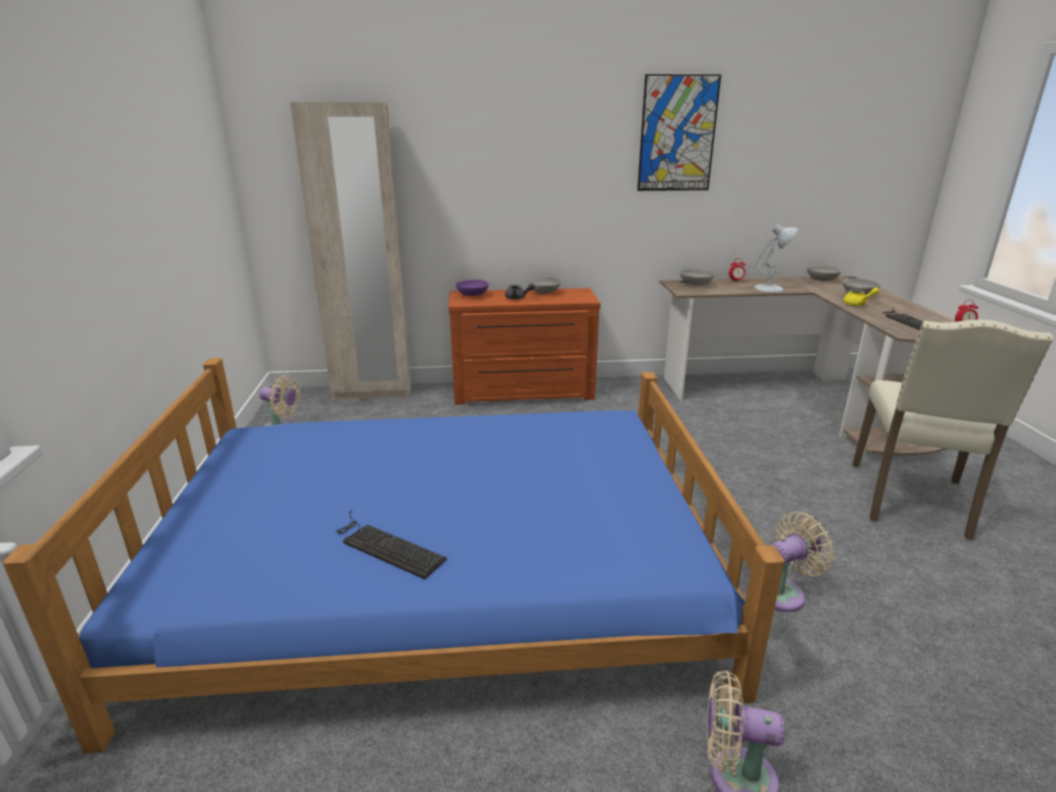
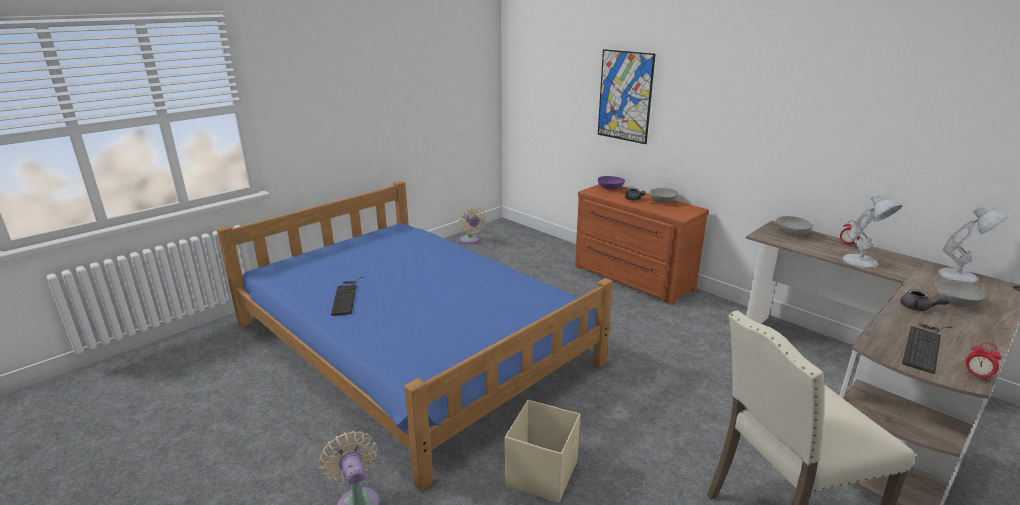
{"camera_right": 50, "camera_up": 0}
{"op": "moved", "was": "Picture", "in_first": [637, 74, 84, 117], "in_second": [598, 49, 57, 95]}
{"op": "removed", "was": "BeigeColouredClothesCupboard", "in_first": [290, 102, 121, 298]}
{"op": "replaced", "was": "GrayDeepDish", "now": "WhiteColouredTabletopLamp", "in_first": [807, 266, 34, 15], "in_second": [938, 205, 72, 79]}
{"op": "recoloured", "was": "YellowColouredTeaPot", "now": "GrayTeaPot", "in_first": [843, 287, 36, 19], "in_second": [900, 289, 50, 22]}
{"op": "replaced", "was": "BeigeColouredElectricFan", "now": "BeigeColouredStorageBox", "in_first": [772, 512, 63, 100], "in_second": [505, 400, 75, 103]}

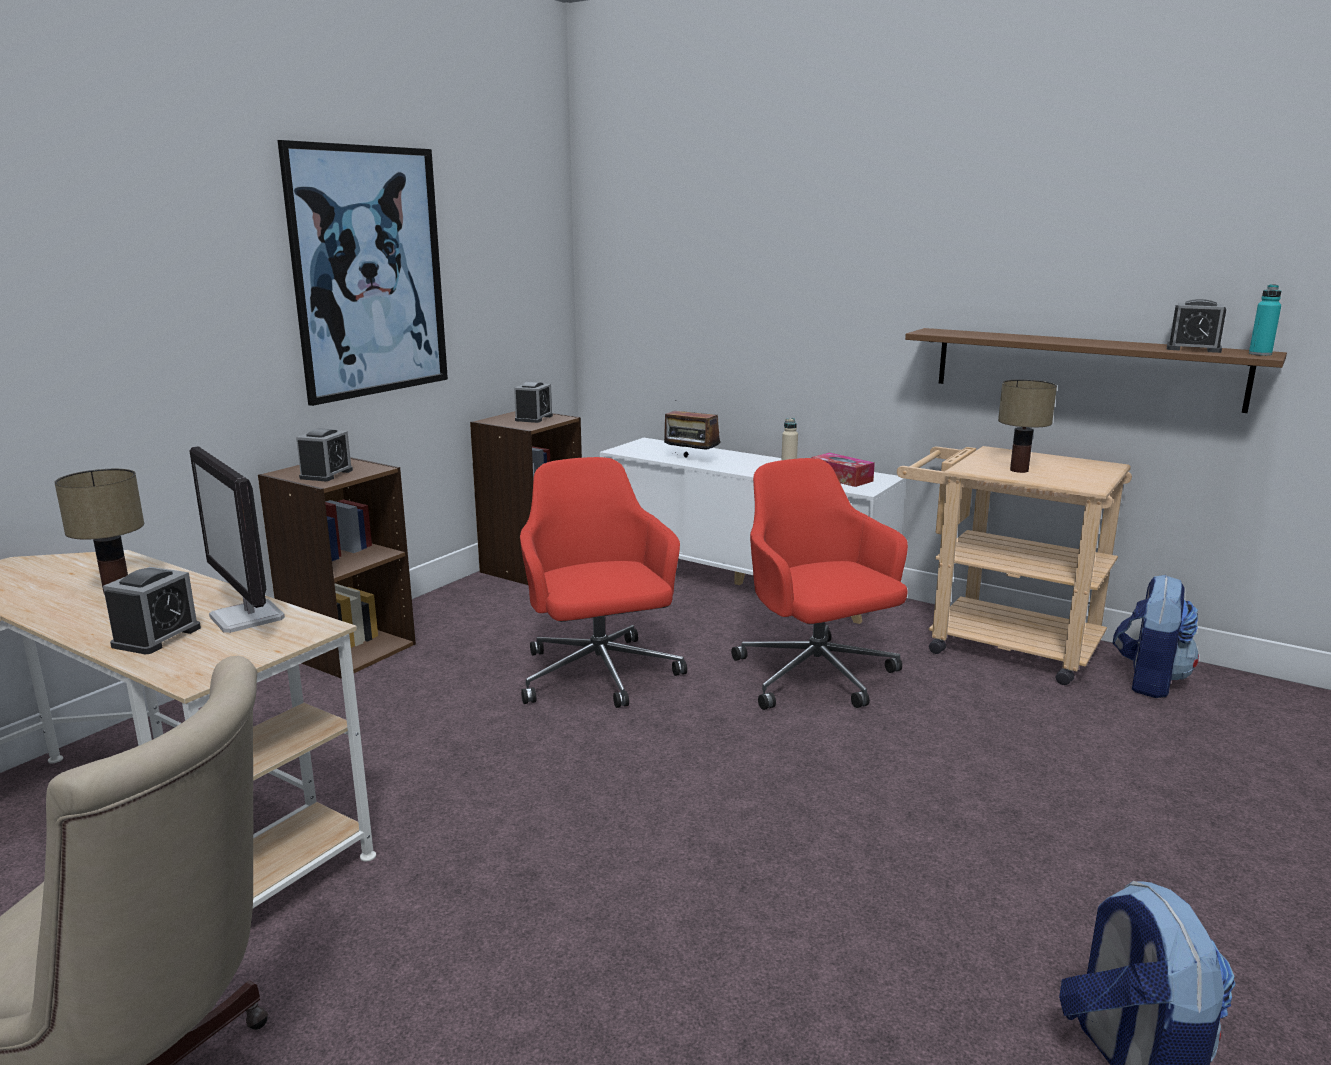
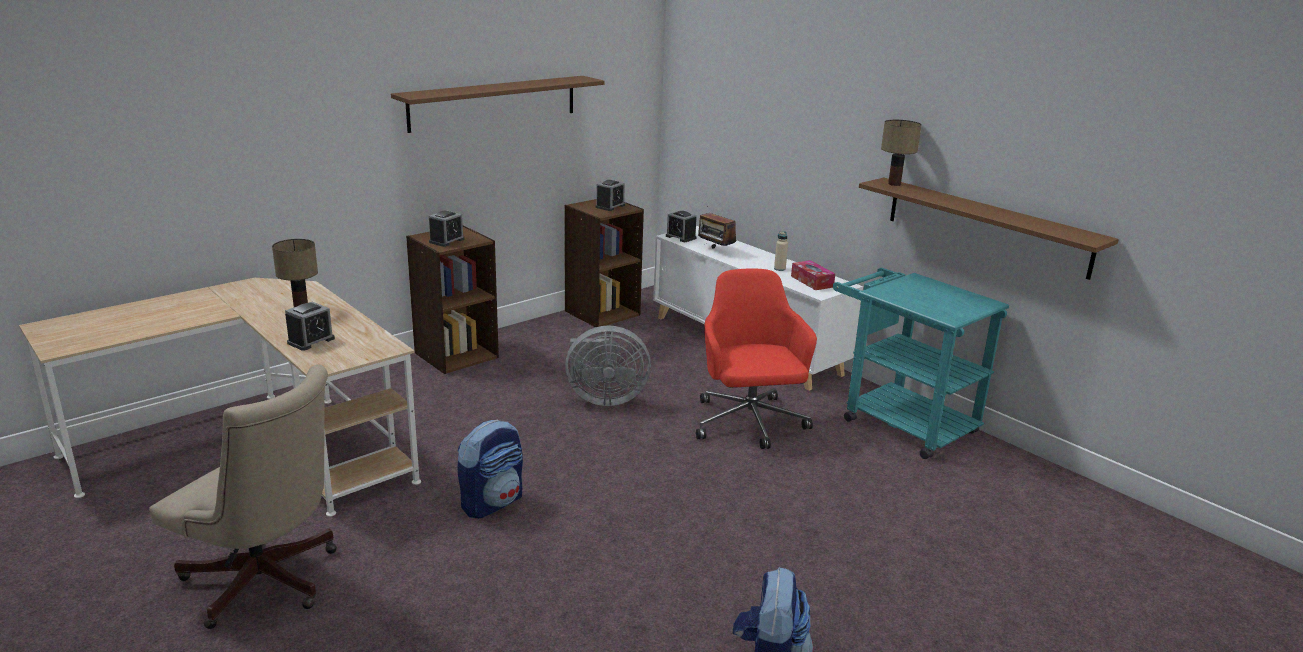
{"camera_right": 15, "camera_up": 5}
{"op": "replaced", "was": "Picture", "now": "BrownColouredBracketShelf", "in_first": [277, 140, 171, 266], "in_second": [391, 76, 214, 57]}
{"op": "removed", "was": "TurquoiseBeverageBottle", "in_first": [1249, 284, 32, 72]}
{"op": "moved", "was": "BedsideClock", "in_first": [1167, 299, 59, 54], "in_second": [666, 211, 31, 31]}
{"op": "moved", "was": "TabletopLamp", "in_first": [998, 380, 59, 93], "in_second": [881, 120, 41, 66]}
{"op": "removed", "was": "Monitor", "in_first": [189, 446, 96, 187]}
{"op": "recoloured", "was": "BeigeColouredCart", "now": "TurquoiseCart", "in_first": [897, 446, 235, 239], "in_second": [833, 268, 176, 191]}
{"op": "replaced", "was": "RedDeskChair", "now": "GrayElectricFan", "in_first": [520, 457, 167, 251], "in_second": [565, 325, 86, 81]}
{"op": "moved", "was": "Backpack", "in_first": [1112, 574, 87, 124], "in_second": [457, 420, 66, 98]}

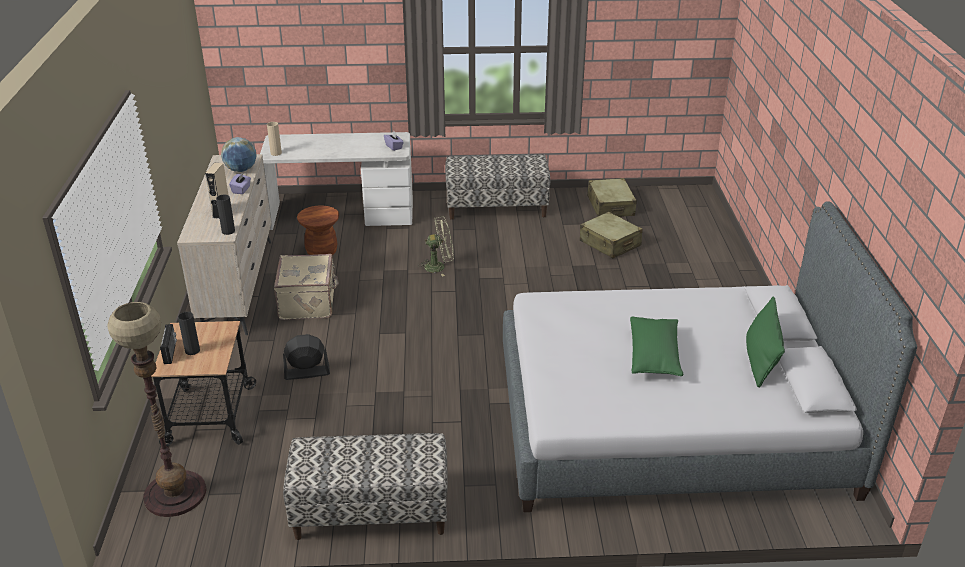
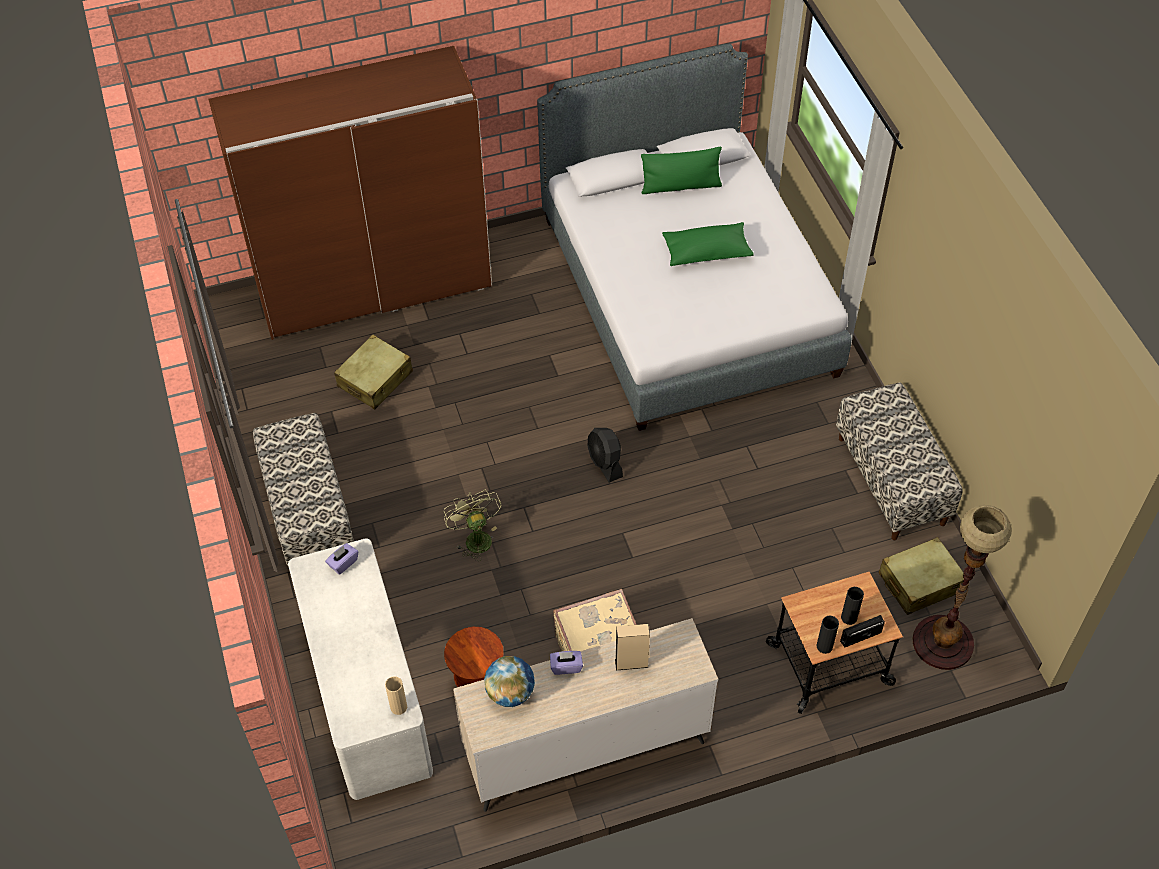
{"camera_right": -105, "camera_up": 20}
{"op": "moved", "was": "BeigeColouredSuitcase", "in_first": [587, 178, 50, 39], "in_second": [878, 537, 86, 78]}
{"op": "moved", "was": "BlackColouredFlowerVase", "in_first": [216, 195, 19, 40], "in_second": [817, 616, 22, 38]}
{"op": "moved", "was": "BlackColouredElectricFan", "in_first": [283, 334, 47, 46], "in_second": [588, 428, 35, 54]}
{"op": "added", "now": "BrownColouredClothesCupboard", "in_second": [208, 46, 284, 294]}

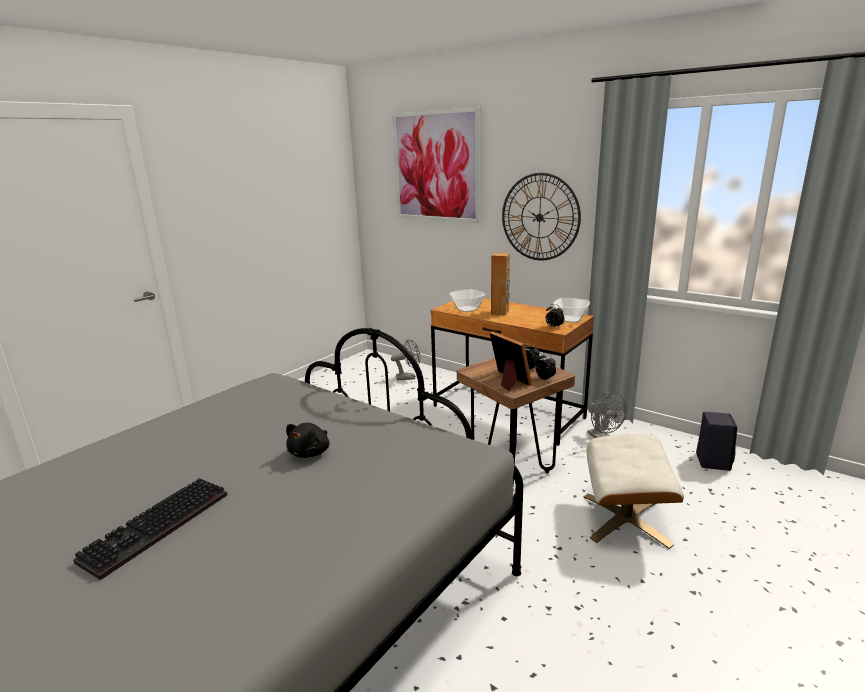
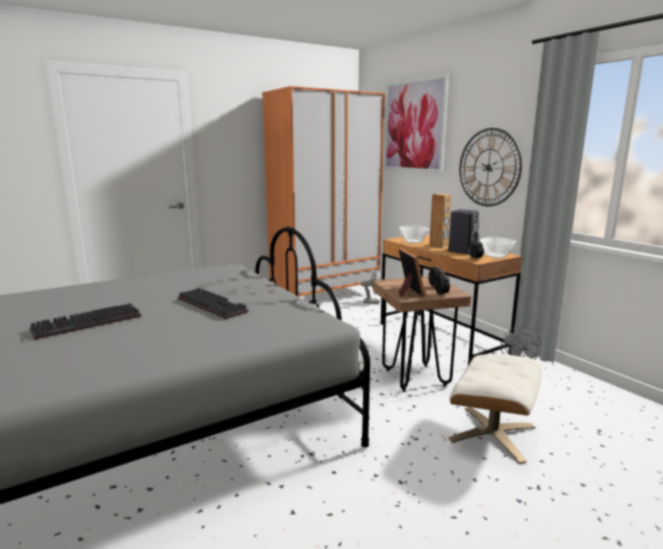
{"camera_right": 20, "camera_up": -5}
{"op": "moved", "was": "BlackColouredLoudspeaker", "in_first": [696, 412, 41, 59], "in_second": [448, 209, 31, 45]}
{"op": "replaced", "was": "BlackColouredCuddlyToy", "now": "ComputerKeyboard", "in_first": [286, 423, 44, 35], "in_second": [178, 288, 71, 31]}
{"op": "added", "now": "OrangeClothesCupboard", "in_second": [262, 86, 123, 212]}

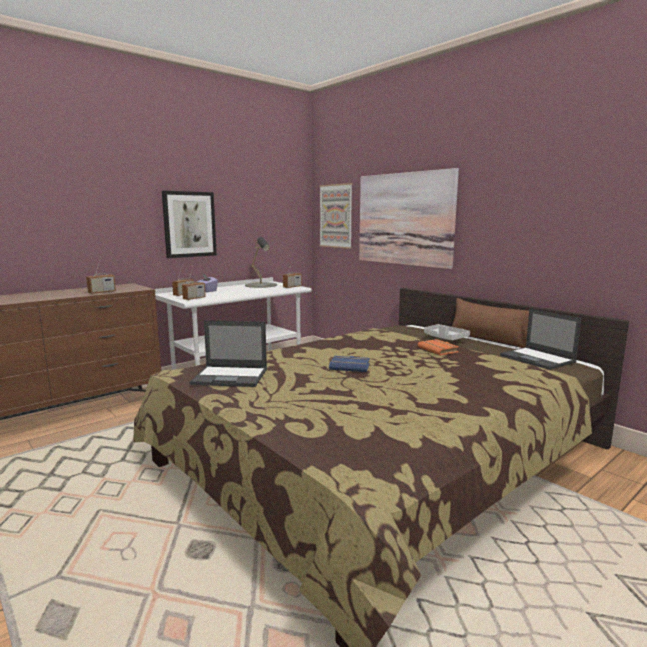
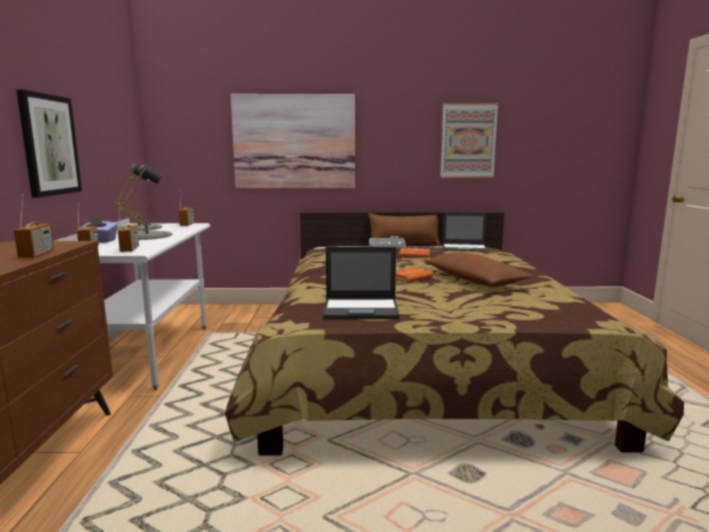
{"camera_right": -50, "camera_up": 0}
{"op": "moved", "was": "Picture", "in_first": [319, 183, 34, 66], "in_second": [440, 103, 58, 75]}
{"op": "turned", "was": "PortableComputer", "in_first": [190, 320, 77, 67], "in_second": [323, 247, 77, 72], "clockwise": 45}
{"op": "recoloured", "was": "BlueColouredBoundBook", "now": "OrangeBoundBook", "in_first": [329, 356, 41, 16], "in_second": [396, 267, 37, 16]}
{"op": "added", "now": "GrayTabletopLamp", "in_second": [120, 165, 52, 75]}
{"op": "added", "now": "BrownColouredThrowPillow", "in_second": [424, 252, 109, 35]}

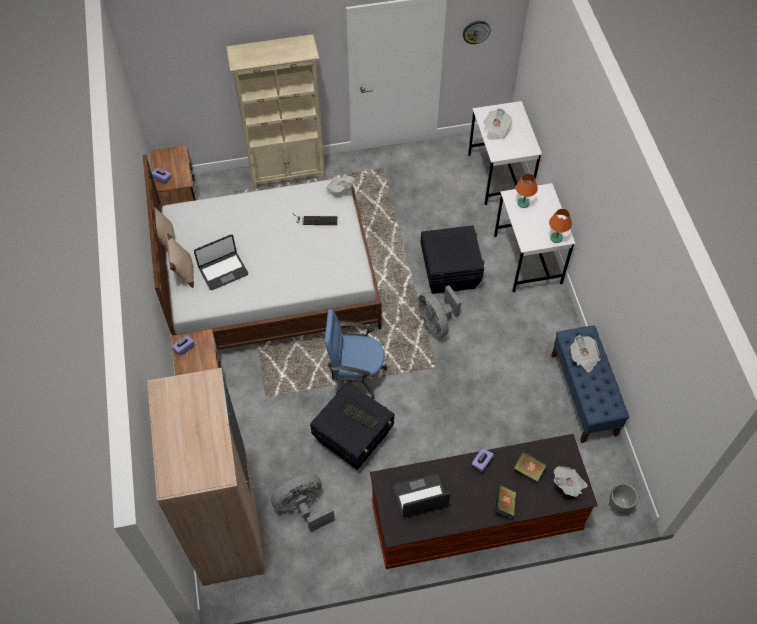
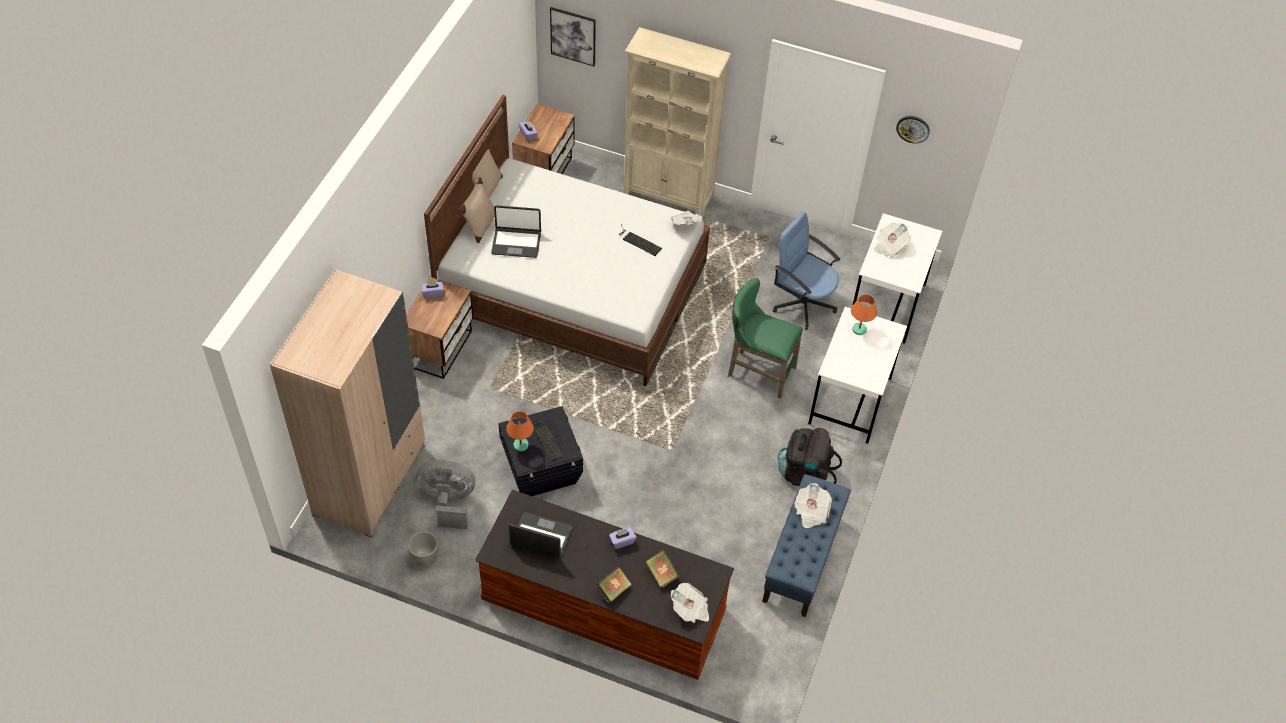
{"camera_right": 30, "camera_up": -5}
{"op": "moved", "was": "OrangeTabletopLamp", "in_first": [549, 209, 23, 34], "in_second": [506, 411, 28, 40]}
{"op": "replaced", "was": "BlackColouredStorageBox", "now": "GreenStool", "in_first": [421, 226, 64, 68], "in_second": [728, 278, 75, 121]}
{"op": "removed", "was": "GrayElectricFan", "in_first": [418, 285, 43, 53]}
{"op": "moved", "was": "BlueColouredDeskChair", "in_first": [325, 309, 62, 90], "in_second": [773, 211, 67, 119]}
{"op": "moved", "was": "PlantPot", "in_first": [609, 483, 29, 31], "in_second": [408, 531, 31, 36]}
{"op": "added", "now": "Picture", "in_second": [550, 7, 46, 59]}
{"op": "added", "now": "BlackColouredBackpack", "in_second": [778, 428, 64, 58]}

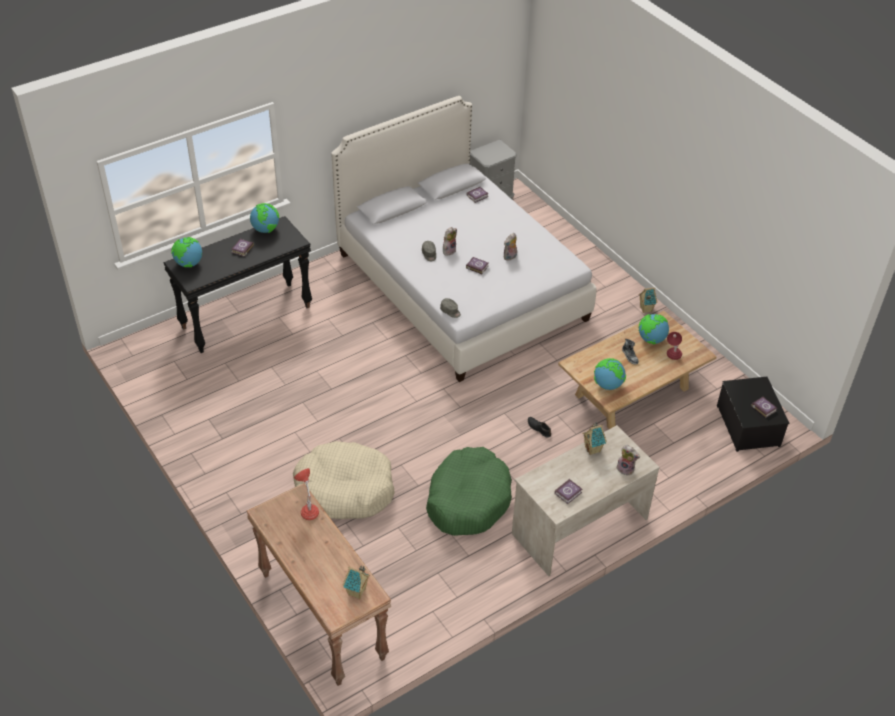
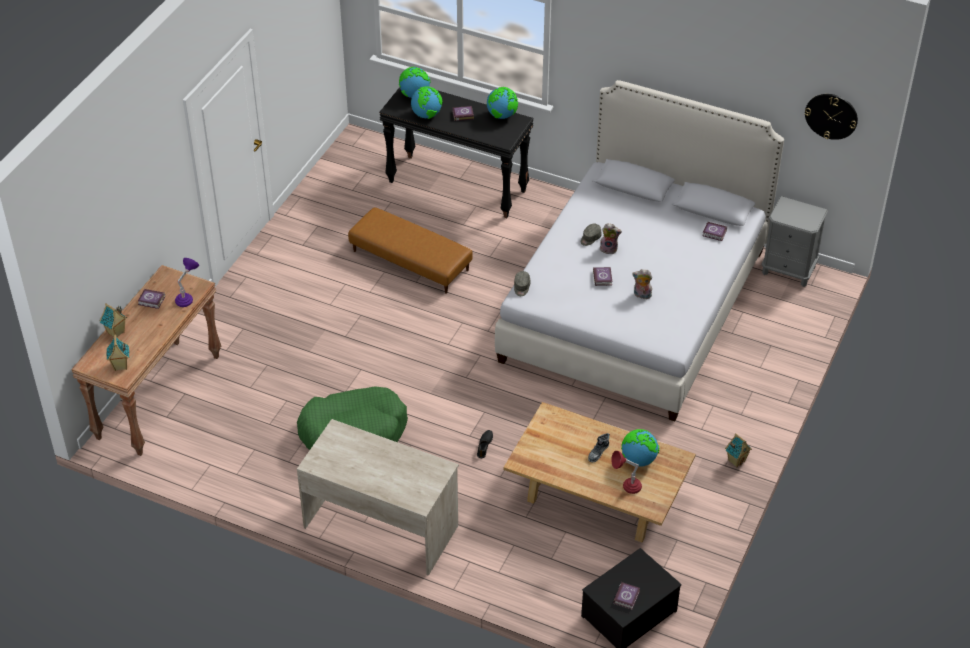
{"camera_right": 60, "camera_up": 0}
{"op": "moved", "was": "DeskGlobe", "in_first": [594, 358, 32, 32], "in_second": [411, 86, 32, 33]}
{"op": "moved", "was": "ToyHouse", "in_first": [582, 422, 25, 33], "in_second": [100, 303, 27, 34]}
{"op": "removed", "was": "BeigeColouredDogCushion", "in_first": [293, 441, 101, 78]}
{"op": "removed", "was": "CuddlyToy", "in_first": [616, 445, 24, 31]}
{"op": "recoloured", "was": "RedTabletopLamp", "now": "PurpleColouredTabletopLamp", "in_first": [294, 468, 25, 52], "in_second": [175, 258, 24, 49]}
{"op": "moved", "was": "BoundBook", "in_first": [554, 479, 28, 25], "in_second": [138, 289, 27, 20]}
{"op": "added", "now": "WallClock", "in_second": [805, 94, 53, 46]}
{"op": "added", "now": "BrownColouredFootrest", "in_second": [348, 207, 125, 87]}

